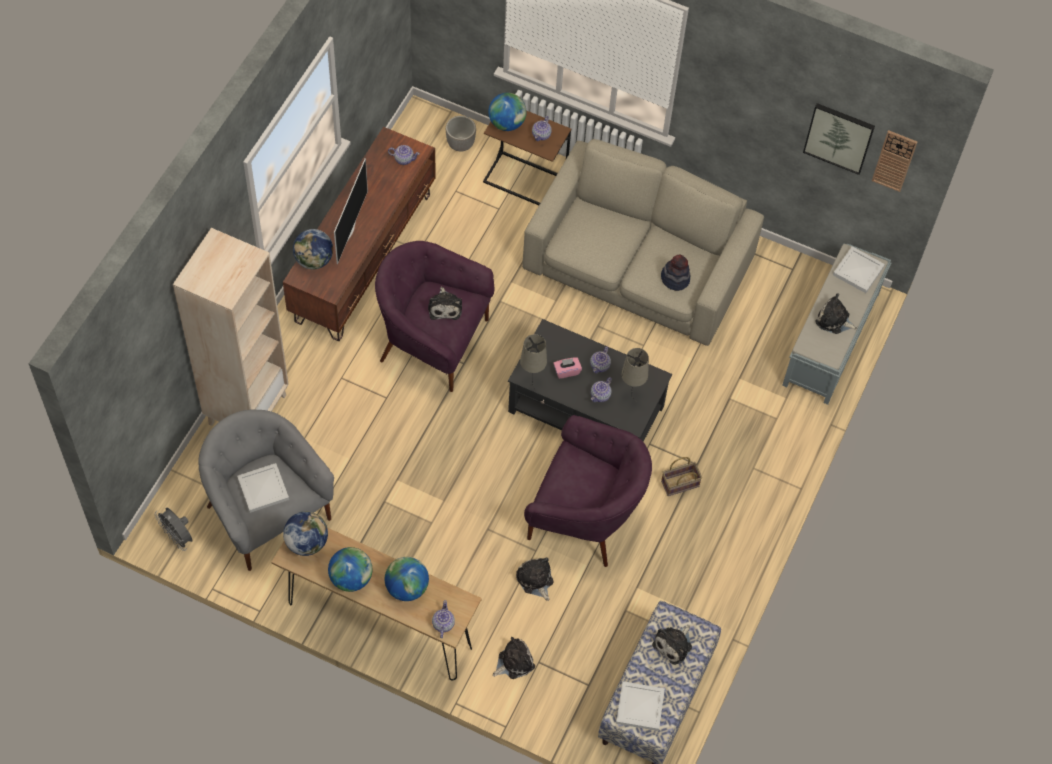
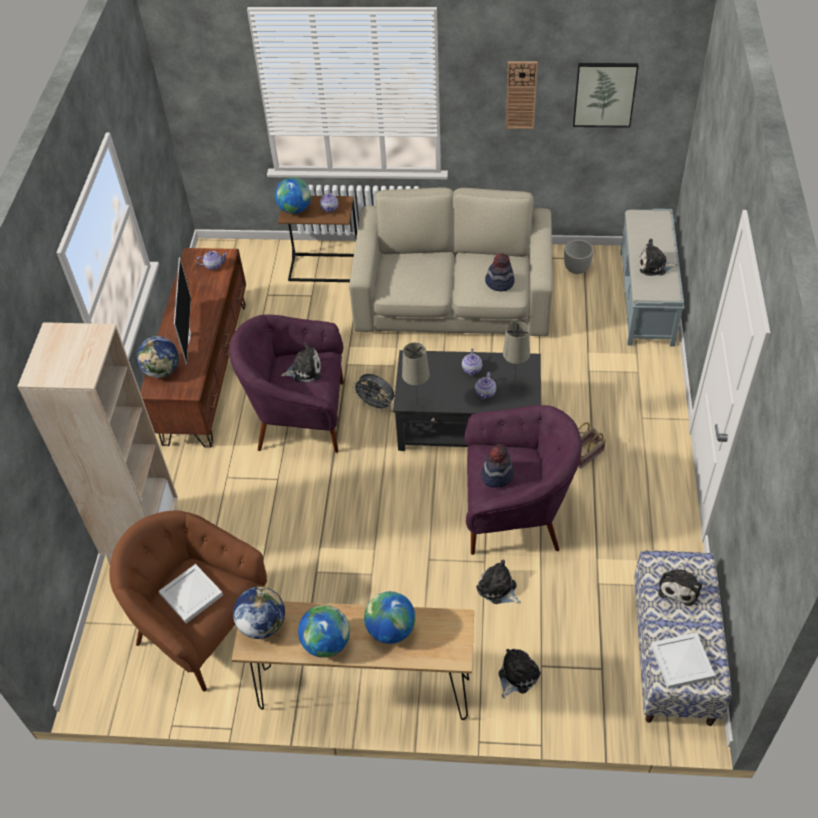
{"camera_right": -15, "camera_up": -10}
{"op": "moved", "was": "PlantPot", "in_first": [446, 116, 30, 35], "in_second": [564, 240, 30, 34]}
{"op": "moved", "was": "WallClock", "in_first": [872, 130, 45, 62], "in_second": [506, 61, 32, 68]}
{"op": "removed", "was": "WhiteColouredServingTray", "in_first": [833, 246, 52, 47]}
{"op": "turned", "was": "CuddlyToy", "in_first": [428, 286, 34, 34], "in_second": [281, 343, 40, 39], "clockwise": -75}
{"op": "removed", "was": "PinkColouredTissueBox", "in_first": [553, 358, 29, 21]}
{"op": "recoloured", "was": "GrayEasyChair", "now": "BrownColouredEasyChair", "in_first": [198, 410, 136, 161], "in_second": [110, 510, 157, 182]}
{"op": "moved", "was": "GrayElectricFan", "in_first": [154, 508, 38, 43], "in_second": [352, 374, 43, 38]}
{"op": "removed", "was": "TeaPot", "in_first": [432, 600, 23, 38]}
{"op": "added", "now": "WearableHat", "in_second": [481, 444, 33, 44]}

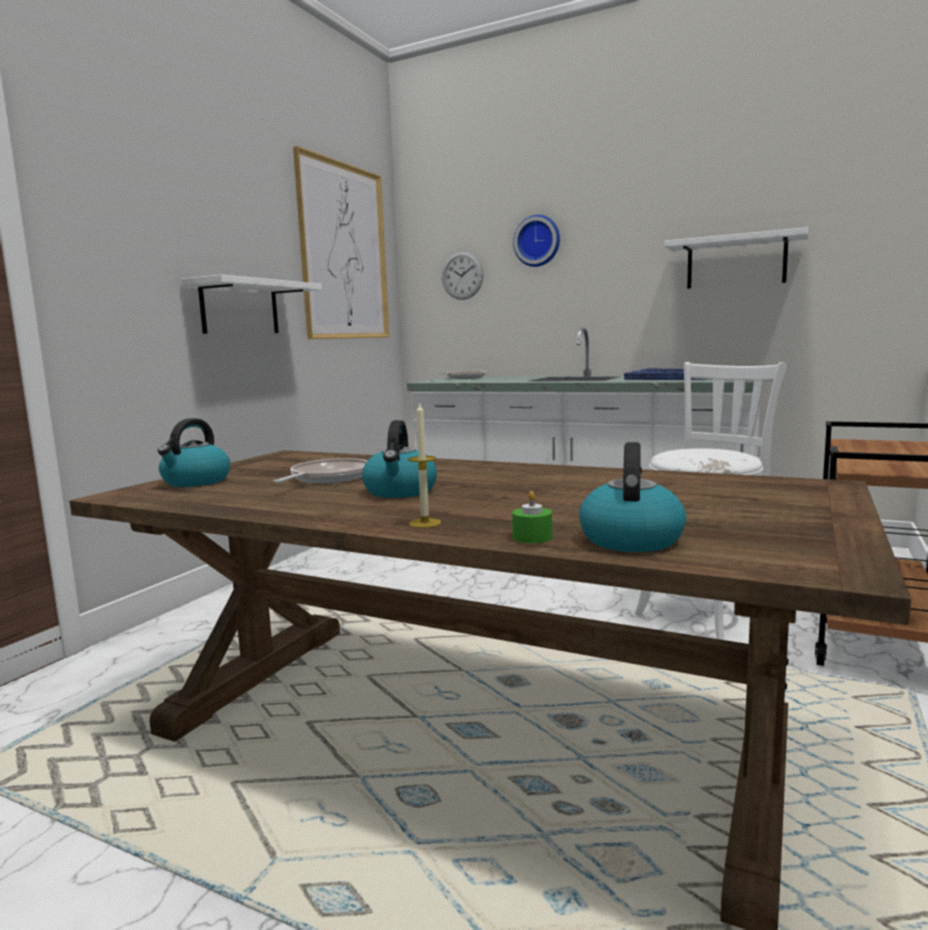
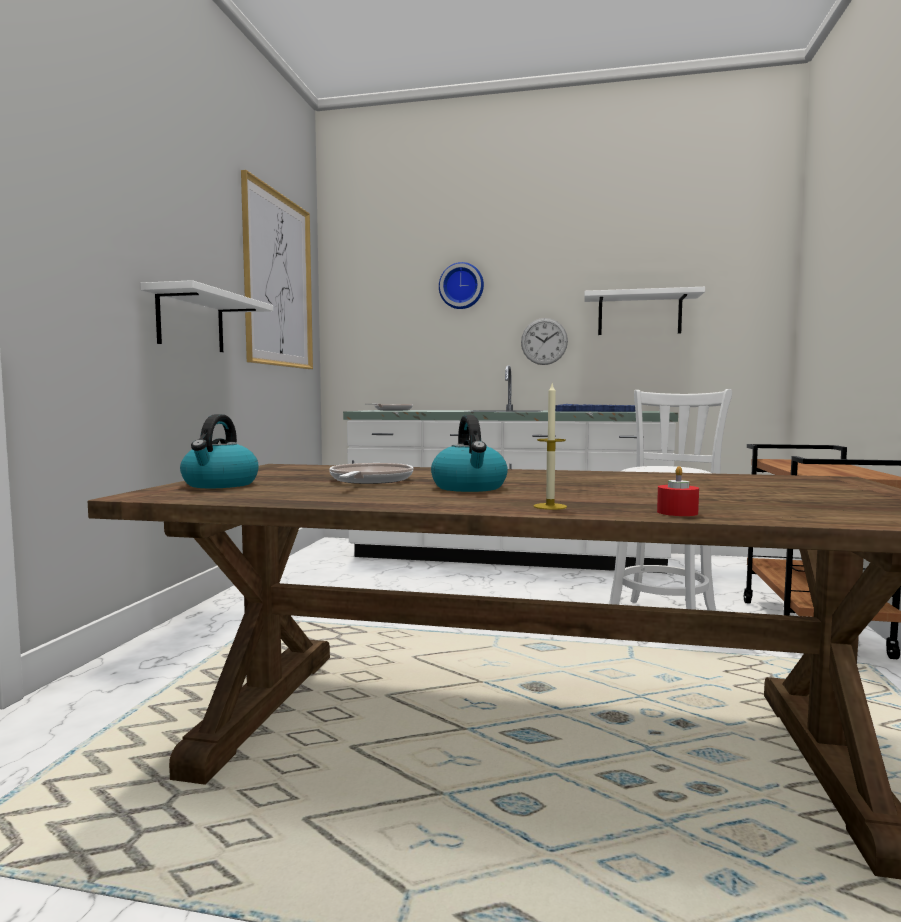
{"camera_right": -15, "camera_up": -5}
{"op": "moved", "was": "WallClock", "in_first": [442, 252, 42, 48], "in_second": [521, 318, 47, 47]}
{"op": "removed", "was": "Kettle", "in_first": [579, 442, 107, 110]}
{"op": "recoloured", "was": "GreenWaxLight", "now": "RedWaxLight", "in_first": [512, 491, 40, 52], "in_second": [657, 466, 42, 50]}

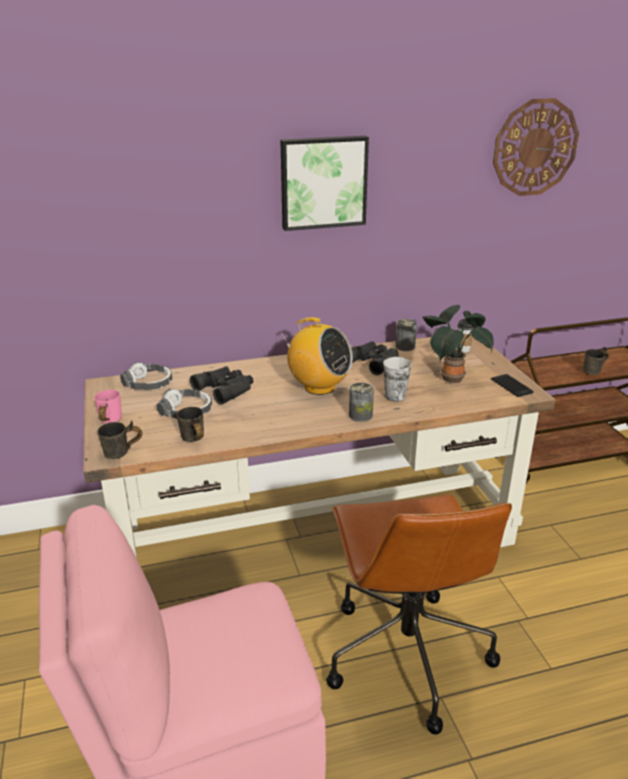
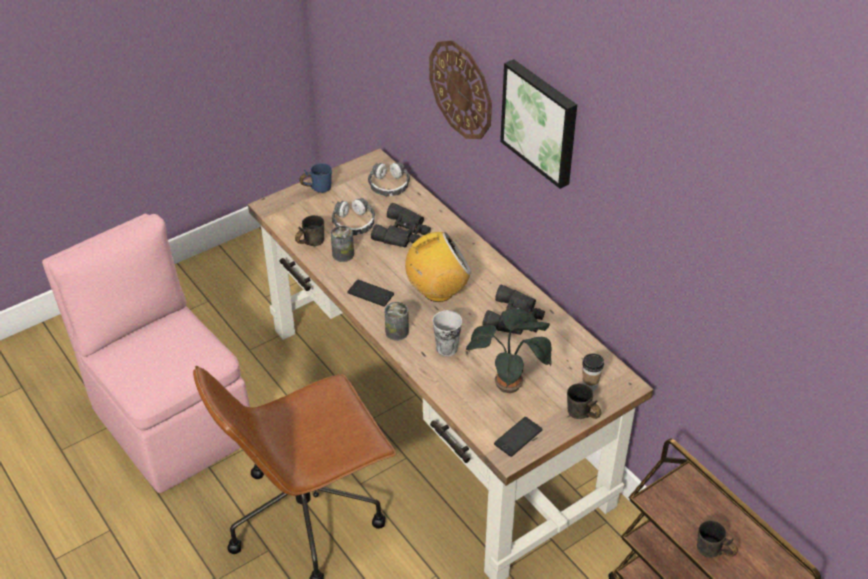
{"camera_right": 70, "camera_up": 15}
{"op": "moved", "was": "WallClock", "in_first": [493, 98, 86, 98], "in_second": [429, 40, 63, 99]}
{"op": "turned", "was": "Radio", "in_first": [281, 317, 72, 78], "in_second": [405, 232, 67, 70], "clockwise": -120}
{"op": "moved", "was": "MetalCan", "in_first": [395, 319, 22, 32], "in_second": [331, 226, 23, 36]}
{"op": "recoloured", "was": "PinkColouredMug", "now": "BlueColouredMug", "in_first": [94, 390, 28, 33], "in_second": [299, 163, 33, 30]}
{"op": "moved", "was": "GrayMug", "in_first": [98, 420, 44, 39], "in_second": [567, 383, 34, 36]}
{"op": "added", "now": "Telephone", "in_second": [348, 280, 46, 27]}

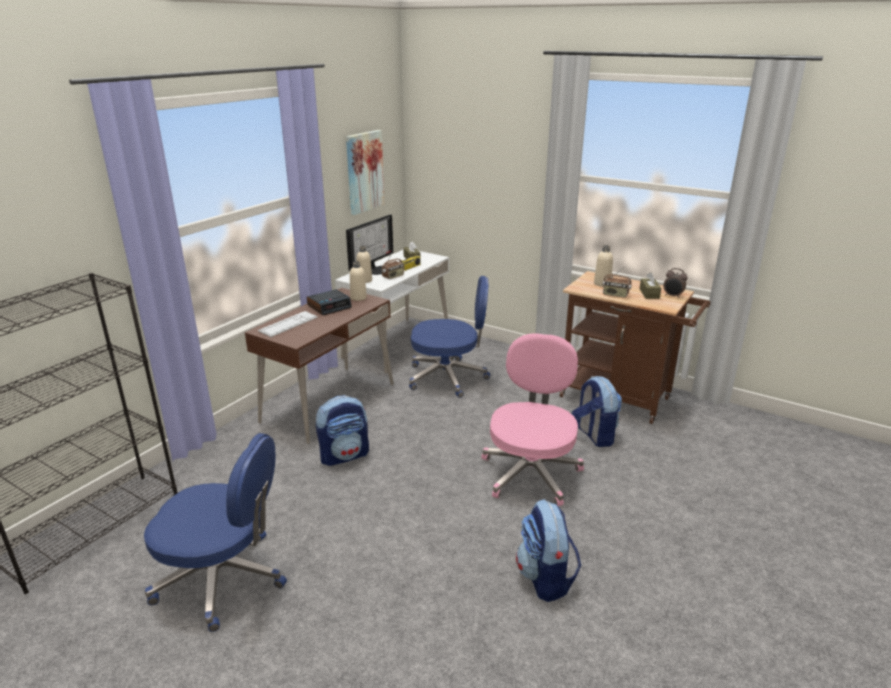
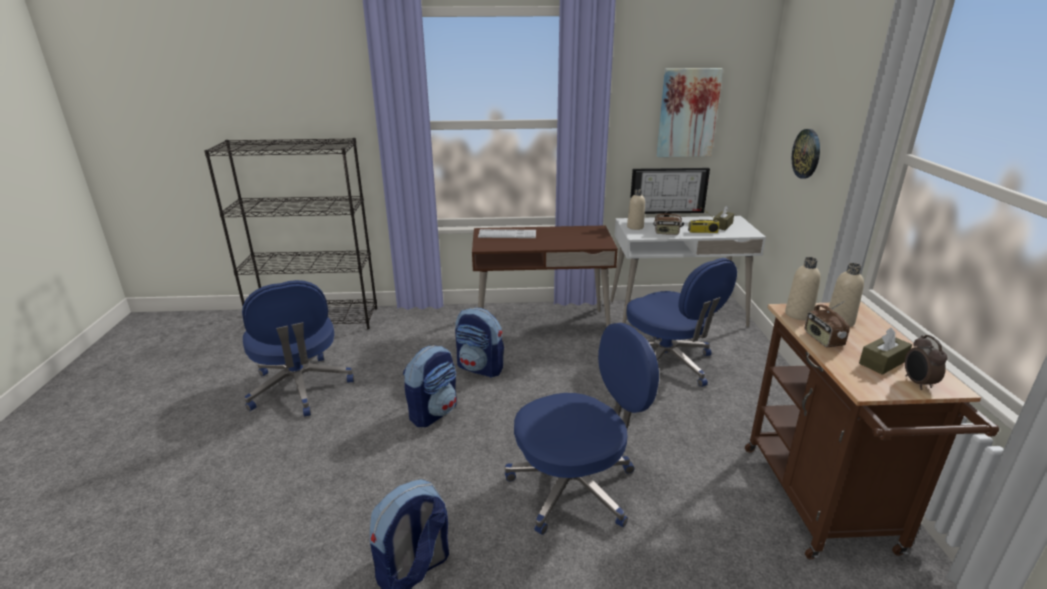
{"camera_right": 55, "camera_up": 0}
{"op": "moved", "was": "BeigeColouredBeverageBottle", "in_first": [350, 261, 17, 40], "in_second": [785, 257, 36, 63]}
{"op": "removed", "was": "BedsideClock", "in_first": [307, 289, 45, 26]}
{"op": "recoloured", "was": "PinkColouredDeskChair", "now": "BlueColouredDeskChair", "in_first": [481, 333, 103, 173], "in_second": [505, 323, 154, 212]}
{"op": "moved", "was": "Backpack", "in_first": [572, 376, 50, 71], "in_second": [403, 345, 54, 82]}
{"op": "added", "now": "WallClock", "in_second": [792, 129, 28, 50]}

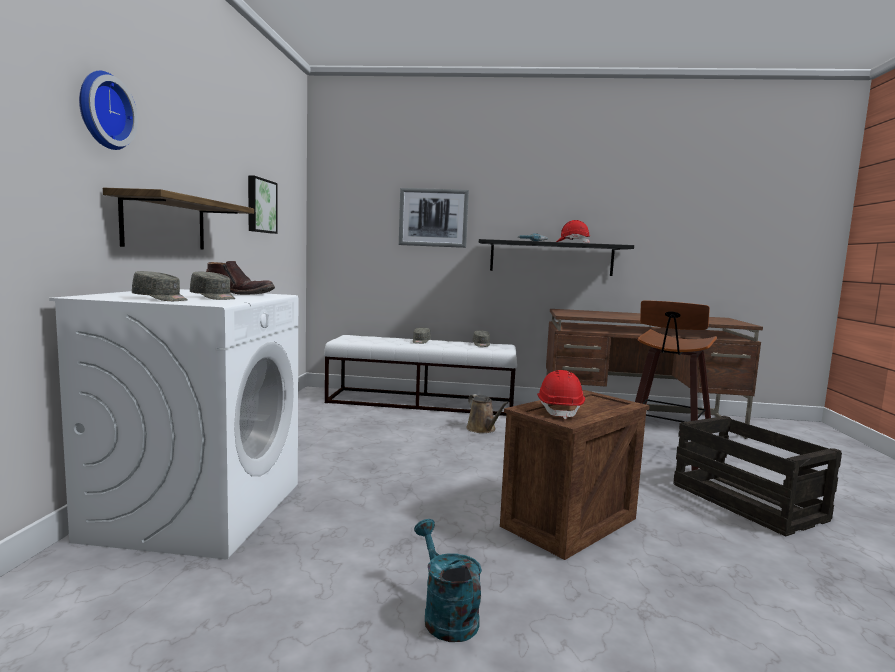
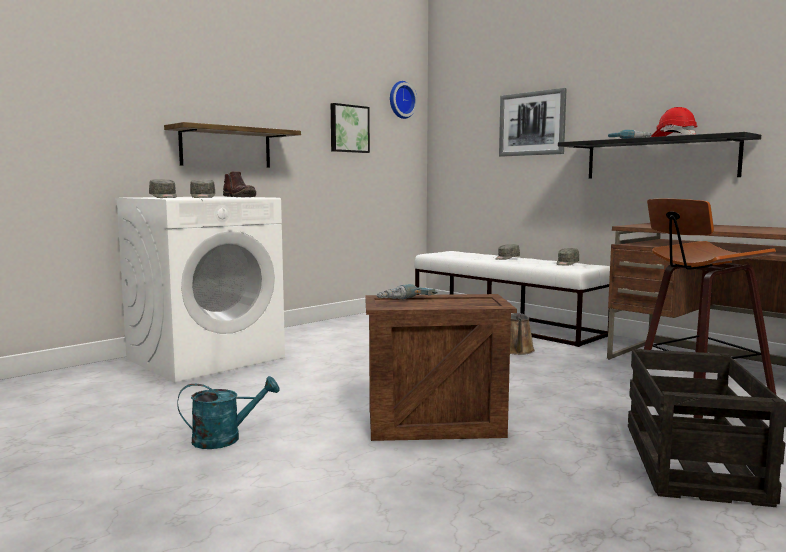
{"camera_right": 40, "camera_up": 0}
{"op": "moved", "was": "WallClock", "in_first": [79, 71, 59, 79], "in_second": [390, 81, 27, 38]}
{"op": "replaced", "was": "RedHardHat", "now": "ElectricDrill", "in_first": [537, 370, 48, 49], "in_second": [377, 284, 61, 15]}
{"op": "turned", "was": "TurquoiseWateringCan", "in_first": [414, 519, 68, 123], "in_second": [177, 376, 103, 73], "clockwise": 60}

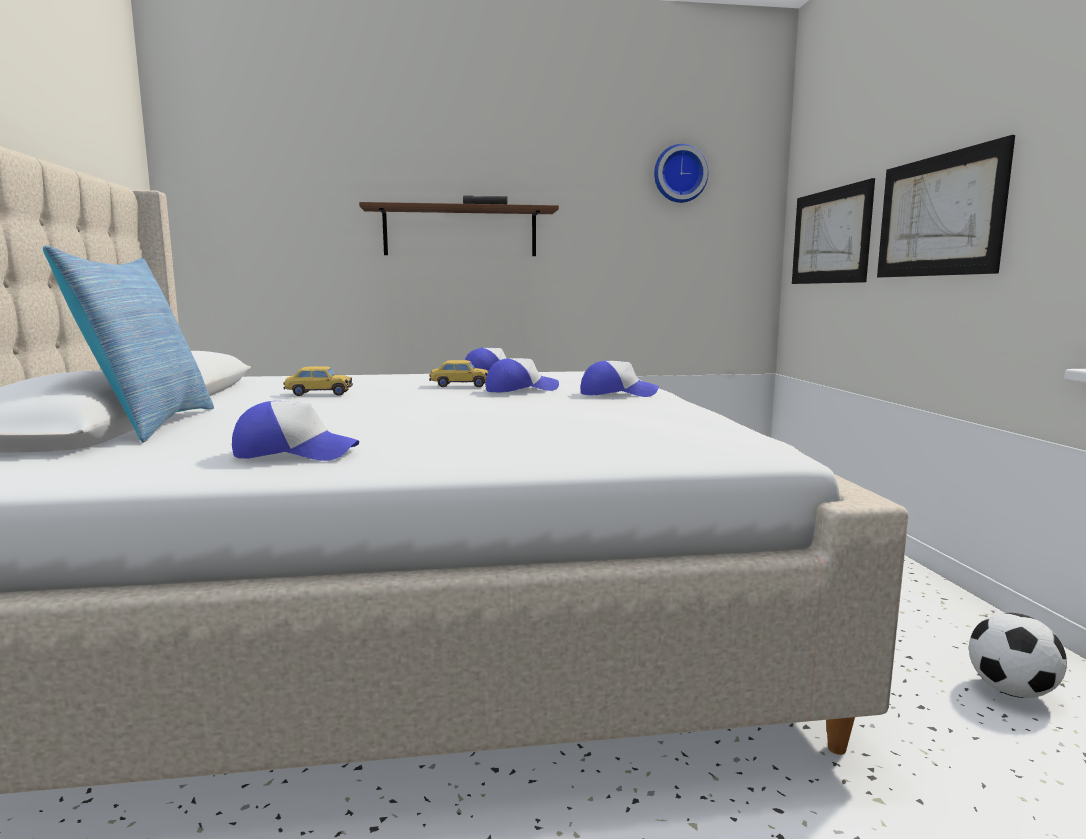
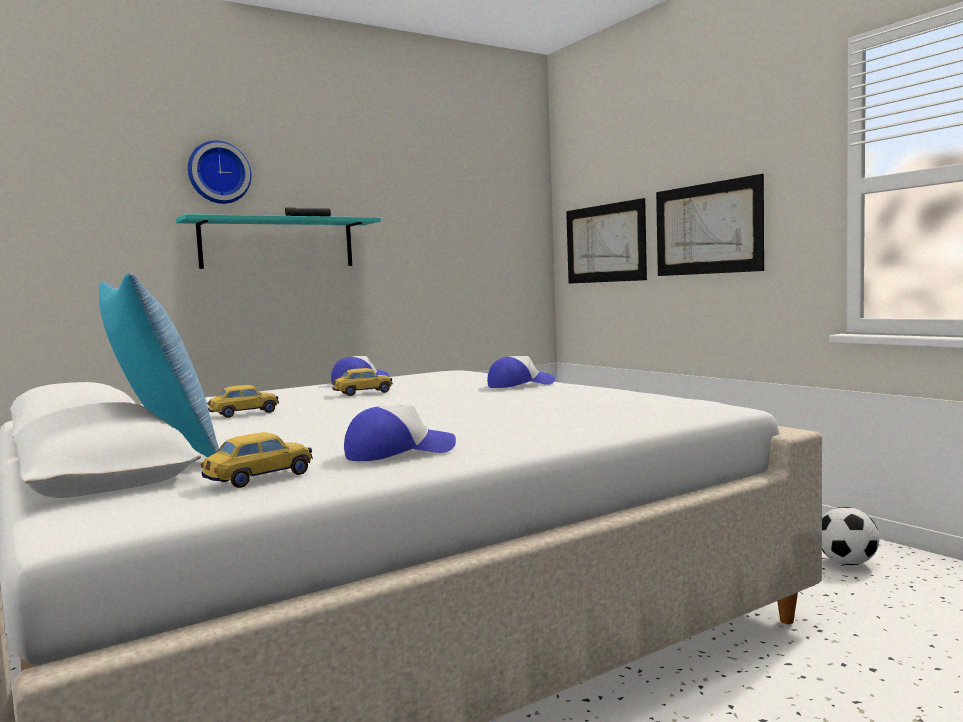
{"camera_right": -25, "camera_up": -5}
{"op": "moved", "was": "WallClock", "in_first": [654, 144, 54, 59], "in_second": [188, 140, 64, 64]}
{"op": "recoloured", "was": "BrownColouredBracketShelf", "now": "TurquoiseBracketShelf", "in_first": [359, 202, 200, 54], "in_second": [176, 214, 205, 55]}
{"op": "removed", "was": "Cap", "in_first": [485, 358, 74, 34]}
{"op": "added", "now": "MiniatureCar", "in_second": [201, 432, 112, 56]}

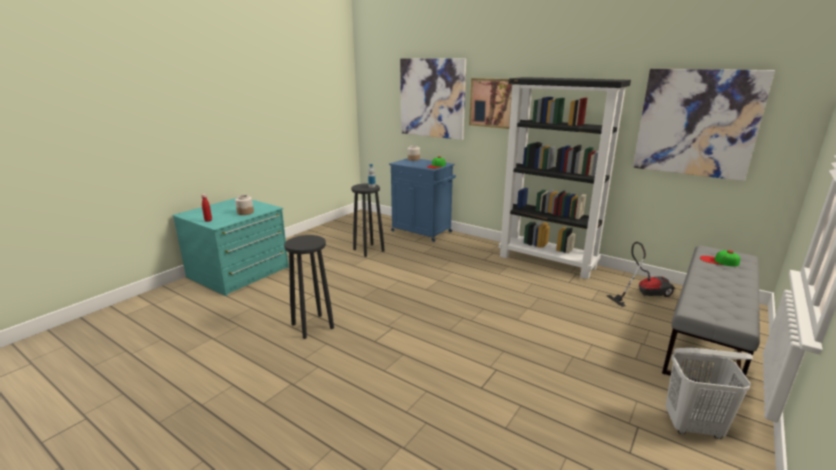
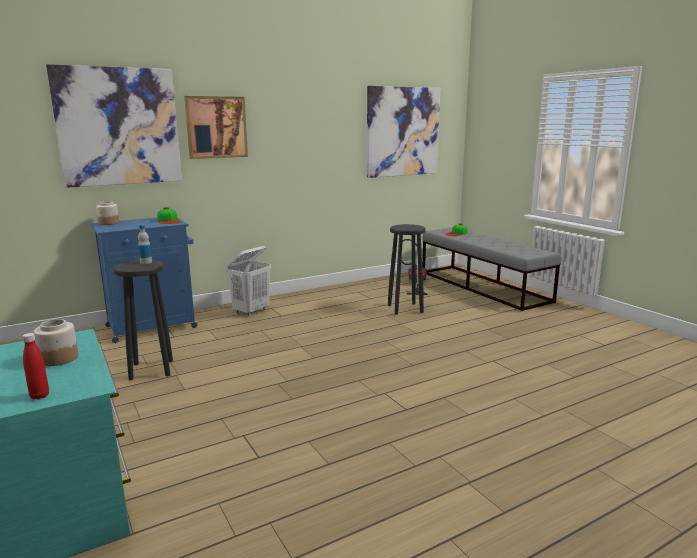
{"camera_right": -65, "camera_up": -5}
{"op": "removed", "was": "BlackColouredShelvingUnit", "in_first": [499, 77, 132, 202]}
{"op": "moved", "was": "BlackColouredStool", "in_first": [284, 235, 50, 104], "in_second": [388, 224, 38, 91]}
{"op": "moved", "was": "WhiteColouredLaundryBasket", "in_first": [665, 348, 88, 91], "in_second": [226, 246, 45, 70]}

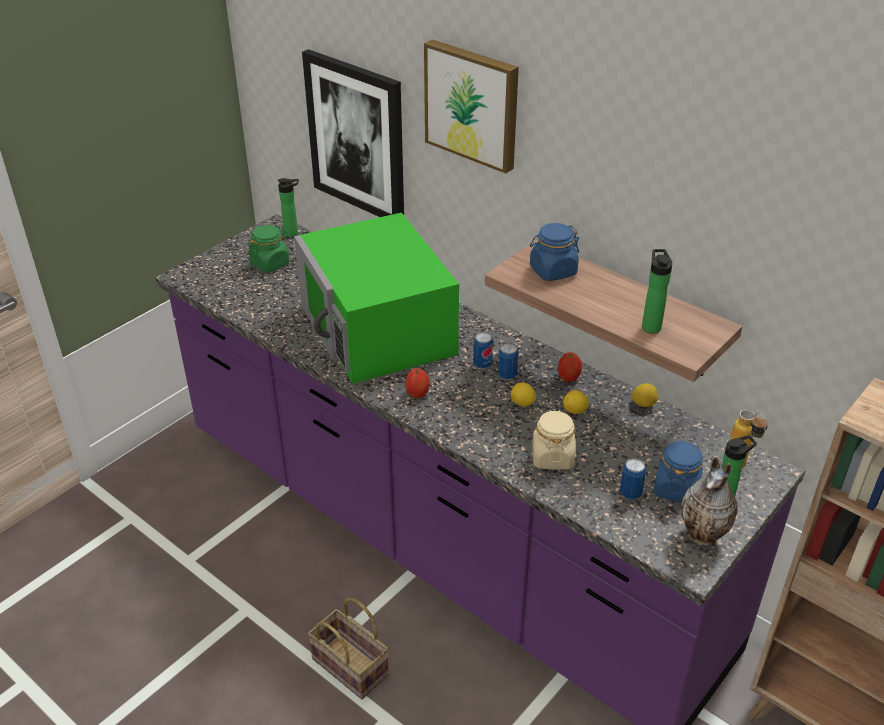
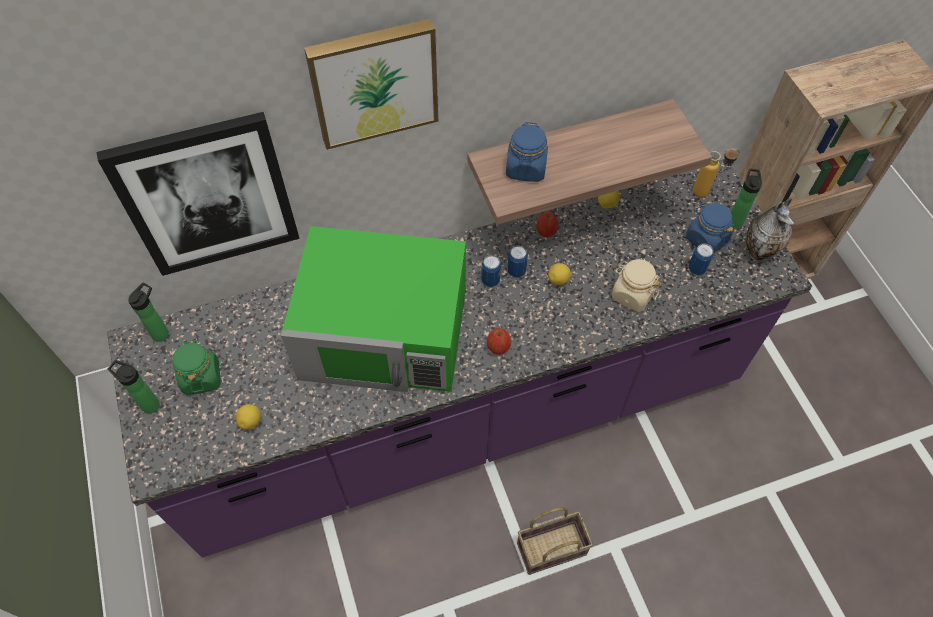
{"camera_right": -60, "camera_up": 20}
{"op": "moved", "was": "BeverageBottle", "in_first": [642, 249, 31, 84], "in_second": [108, 360, 52, 54]}
{"op": "moved", "was": "Lemon", "in_first": [563, 390, 26, 24], "in_second": [235, 404, 26, 26]}

